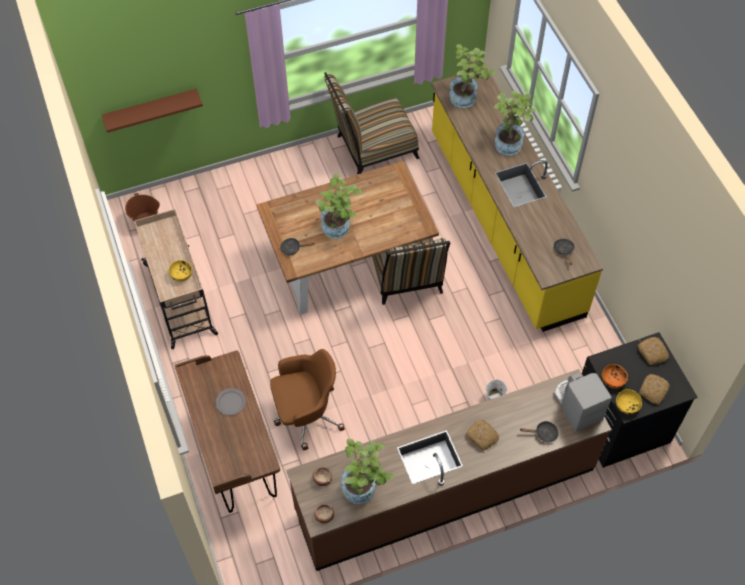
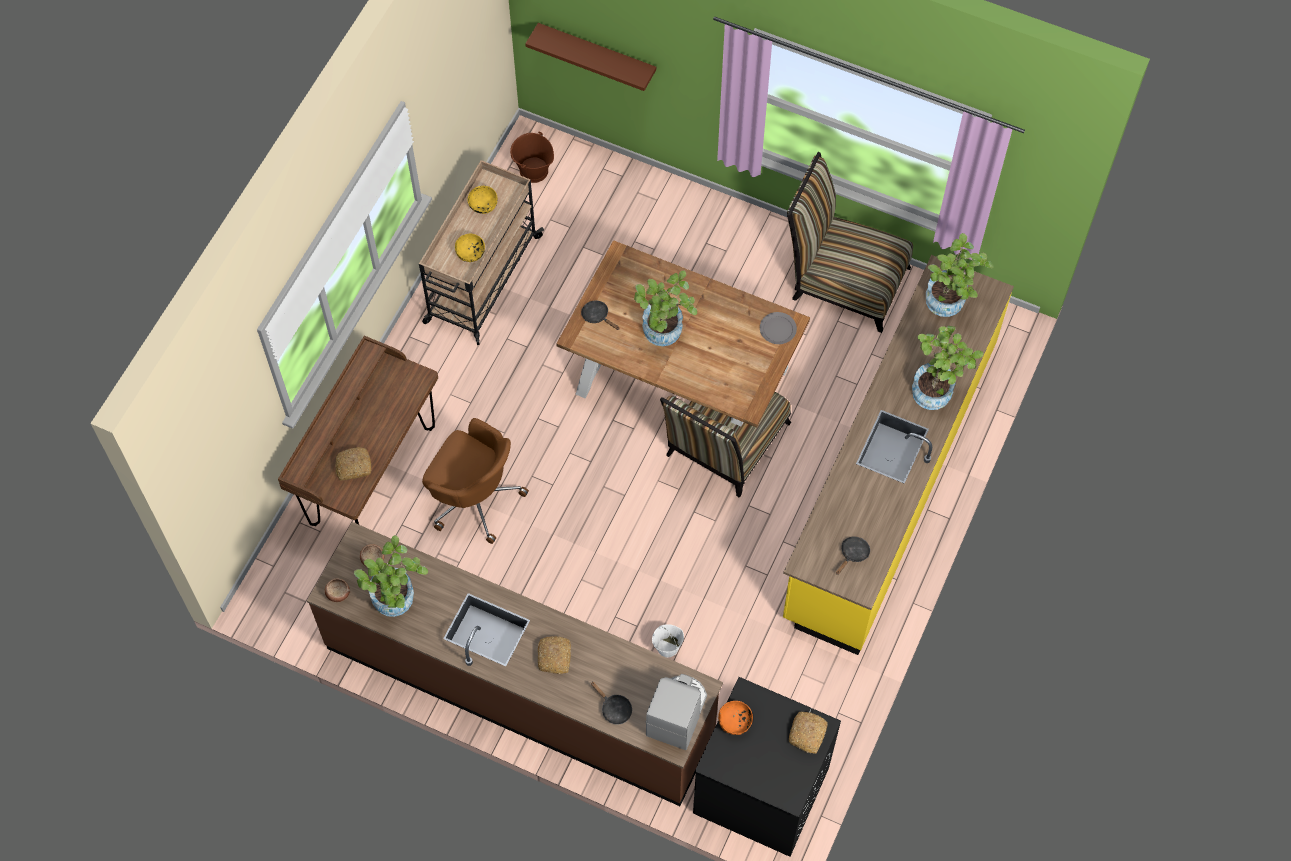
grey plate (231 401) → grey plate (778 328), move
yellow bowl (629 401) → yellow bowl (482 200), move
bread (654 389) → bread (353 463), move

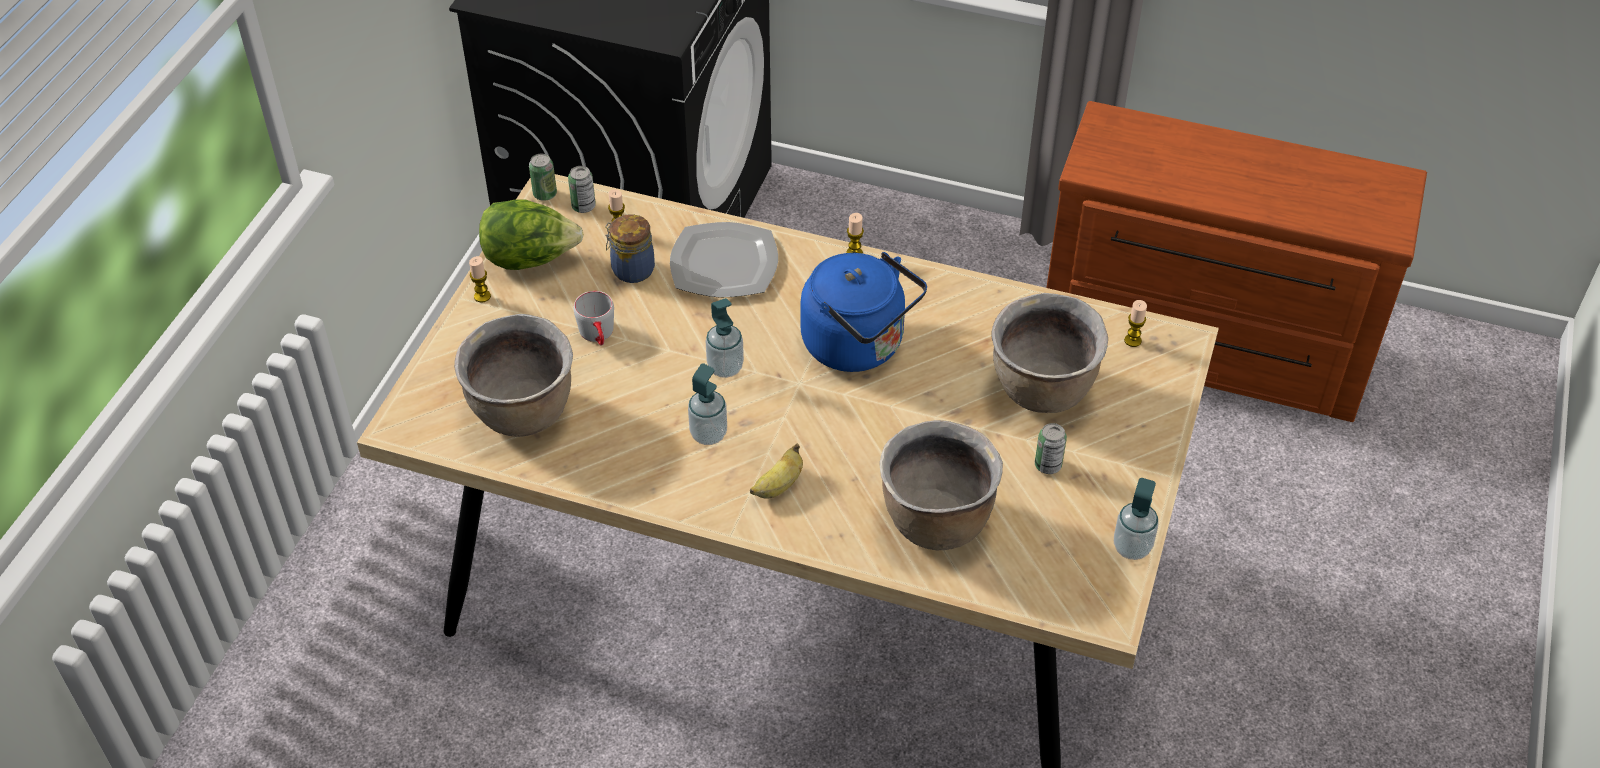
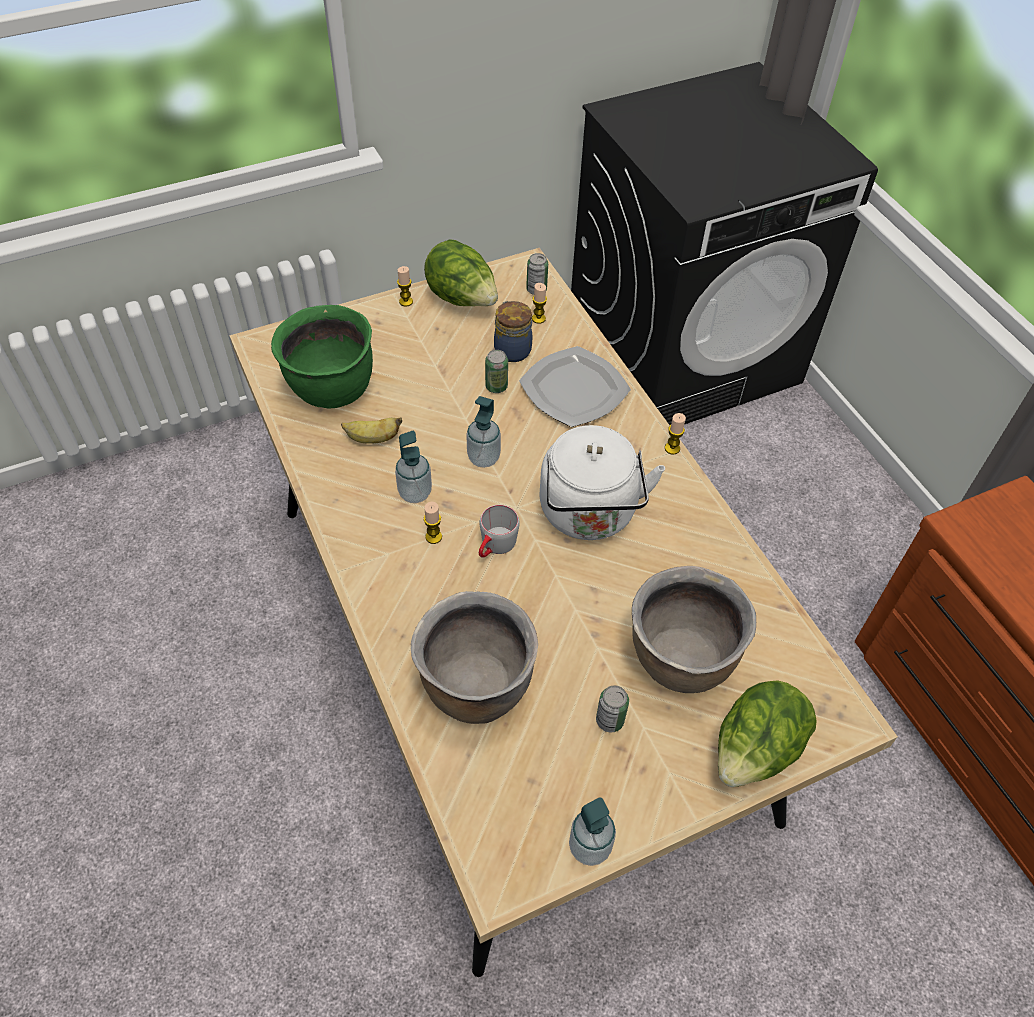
brown cooking pot (513 375) → green cooking pot (322 356)
can (543 177) → can (496 371), move
grey mug (593 318) → grey mug (499 531), move
banana (776 471) → banana (371 430), move
blue kettle (864 312) → white kettle (602 482)
candle (1135 323) → candle (433 523), move
- → lettuce (767 733)

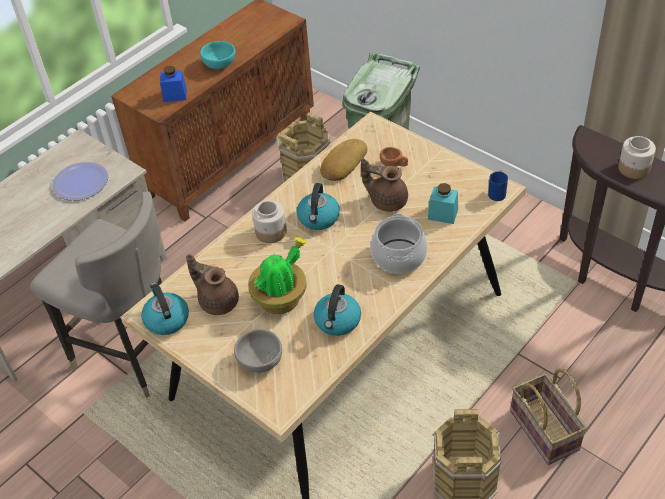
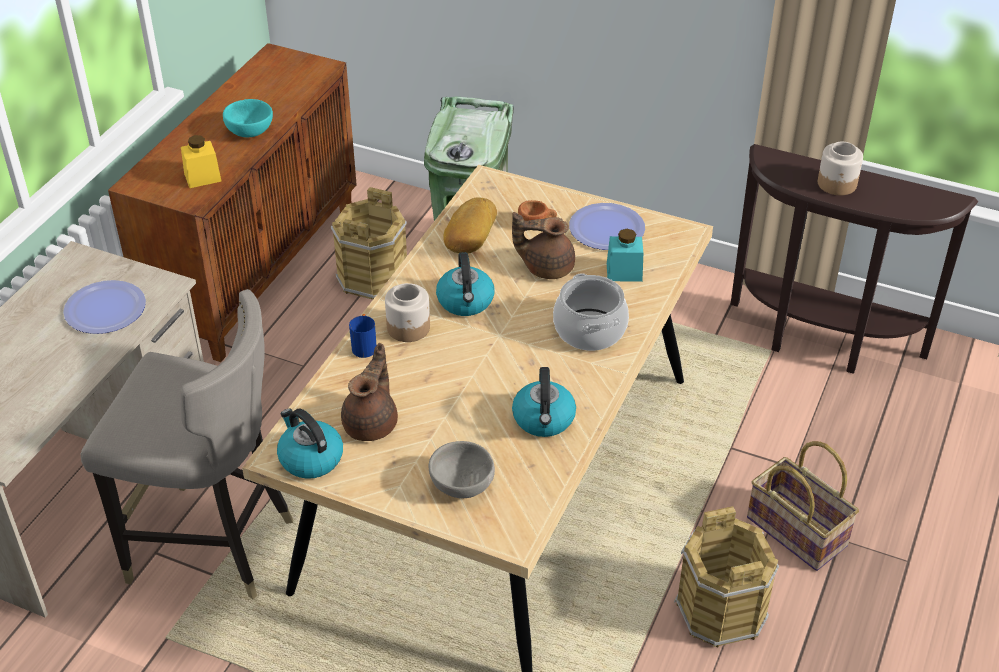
blue jar (173 84) → yellow jar (201 161)
brown teapot (212 284) → brown teapot (369 392), 90 degrees clockwise
potted plant (277 275) → -
blue mug (498 185) → blue mug (363 336), move
- → plate (607 226)

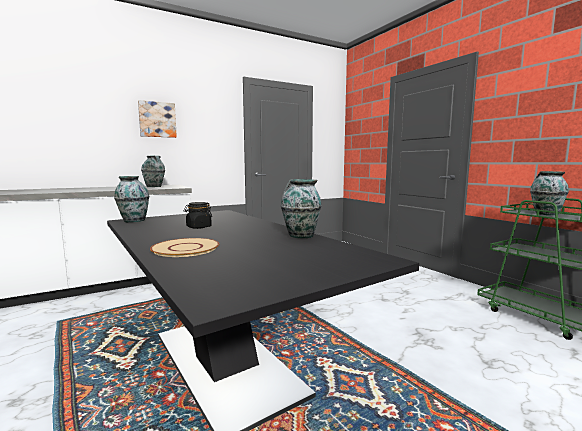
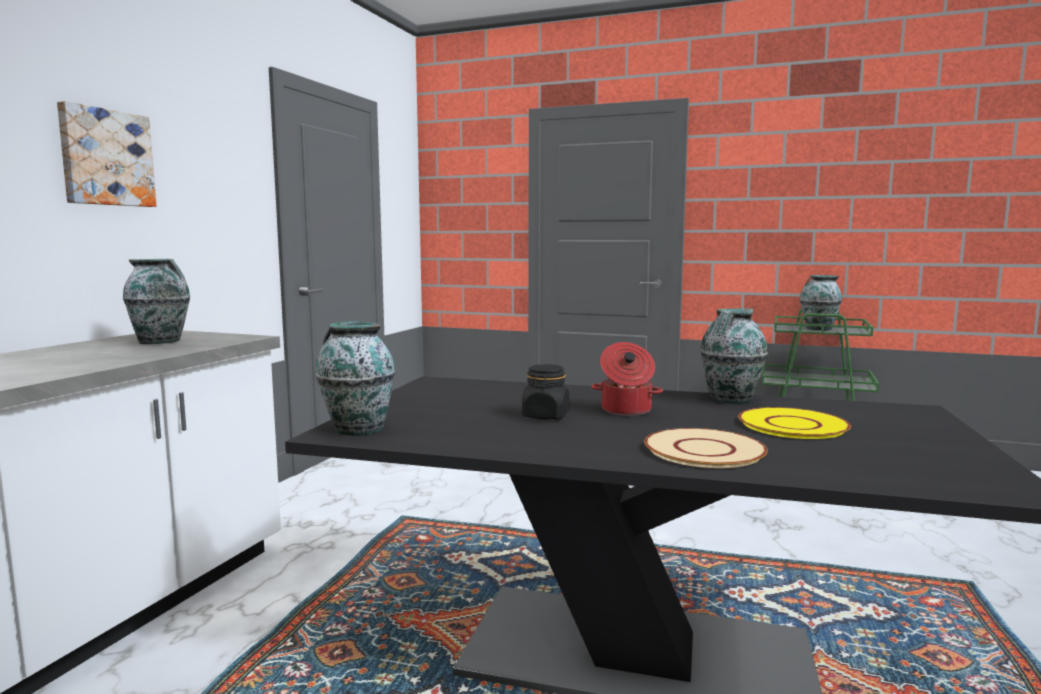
- → cooking pot (627 379)
- → yellow plate (794 423)

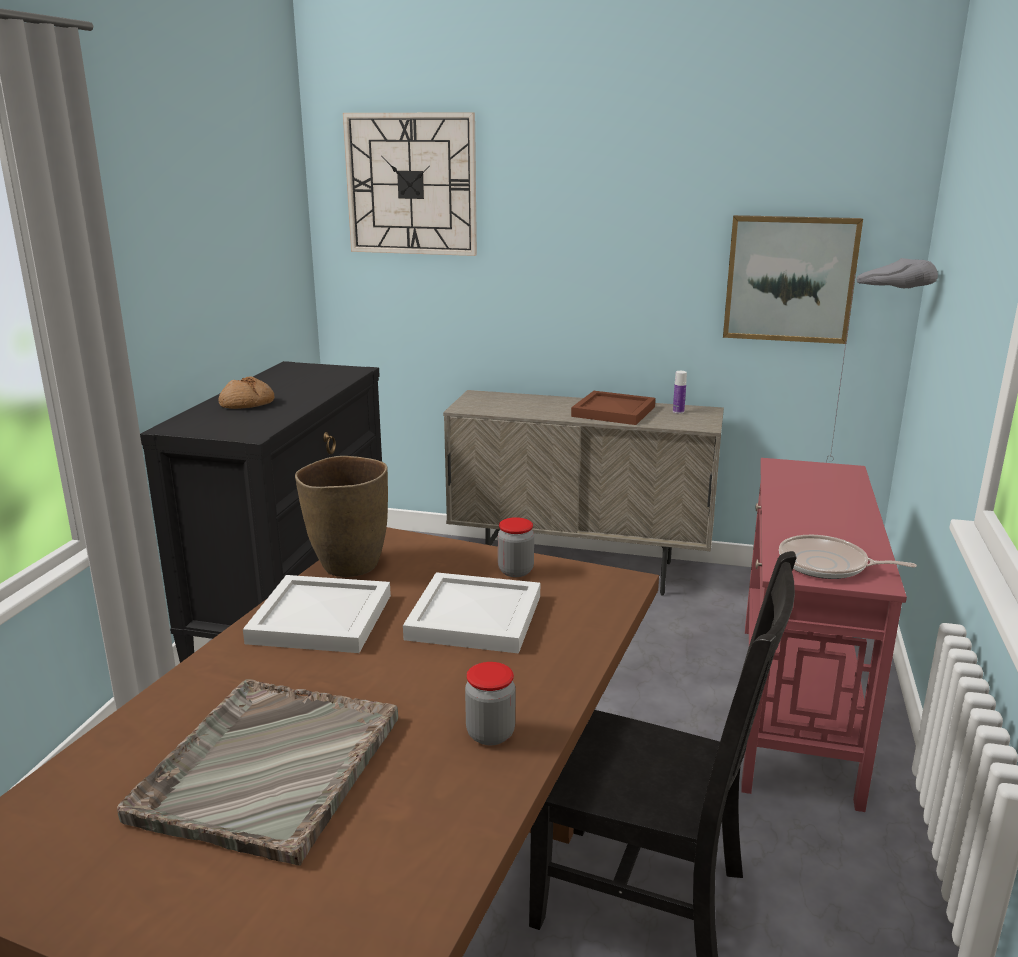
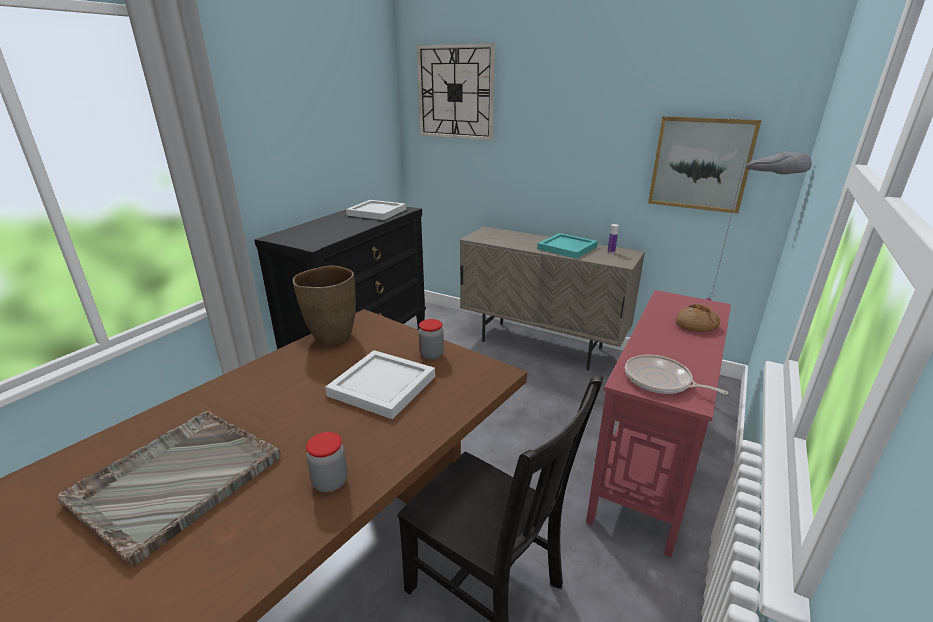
bread (246 393) → bread (697 318), move
white tray (317 614) → white tray (376 210), move
brown tray (613 408) → turquoise tray (567 246)

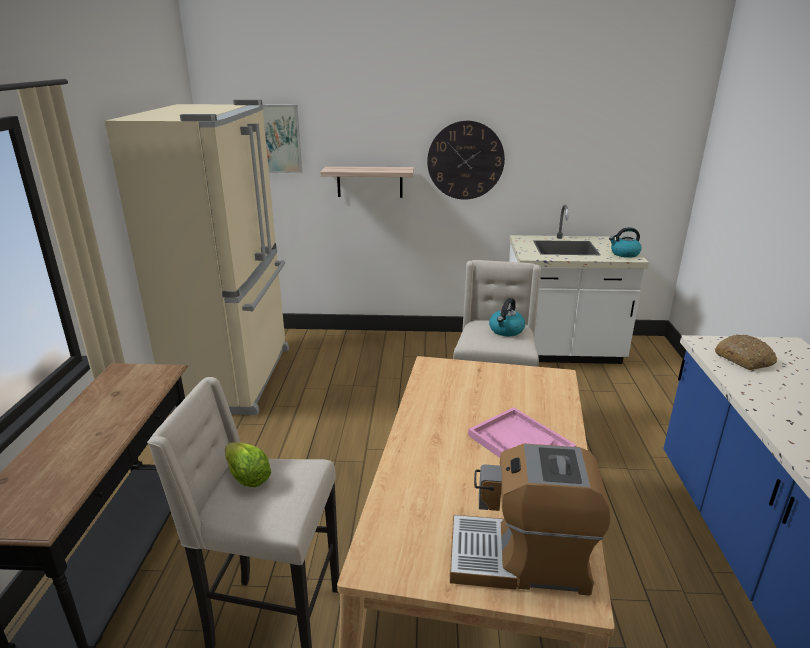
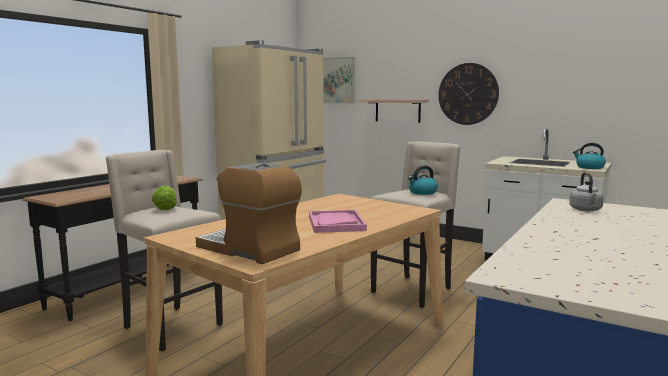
bread (746 352) → grey kettle (586 191)

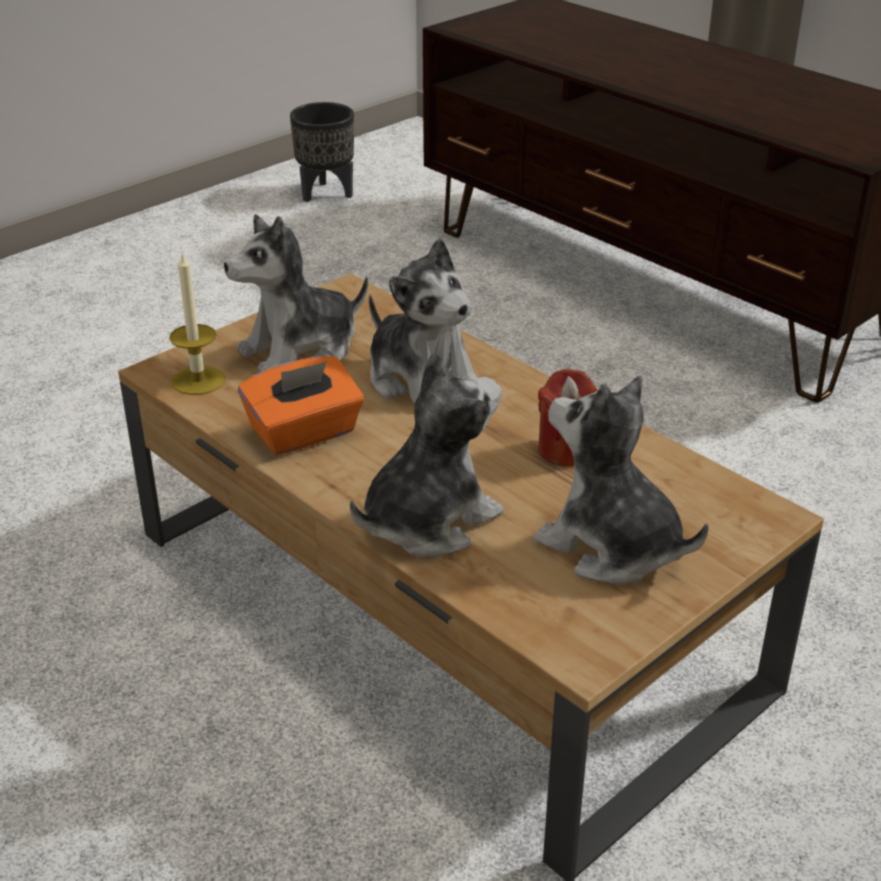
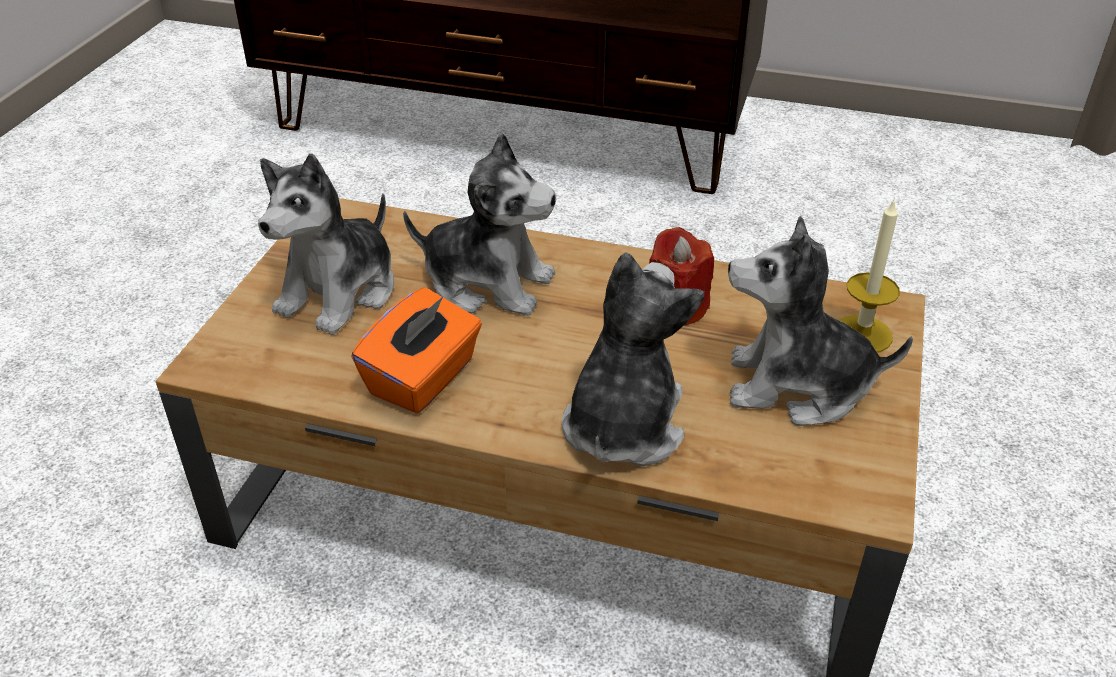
candle (197 323) → candle (869 275), move
black planter (322 152) → -

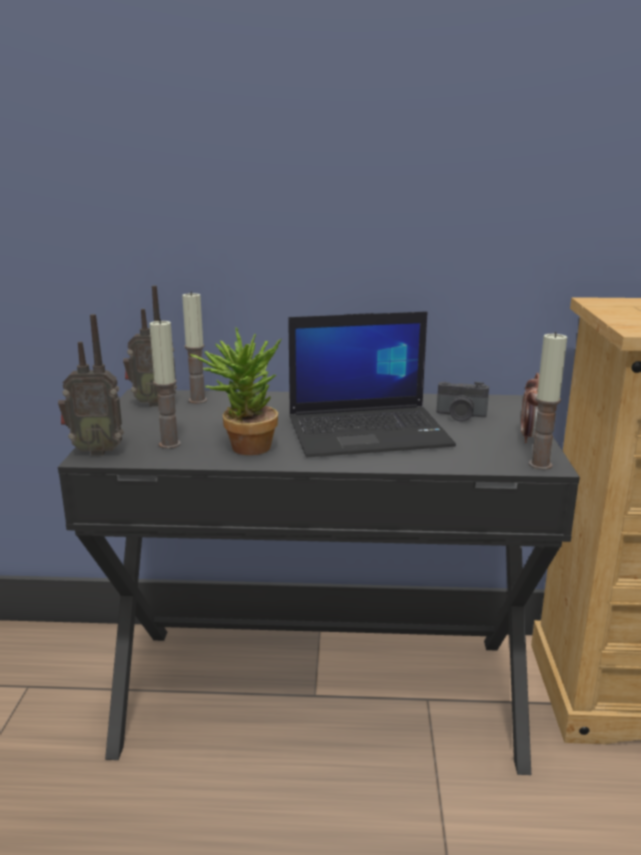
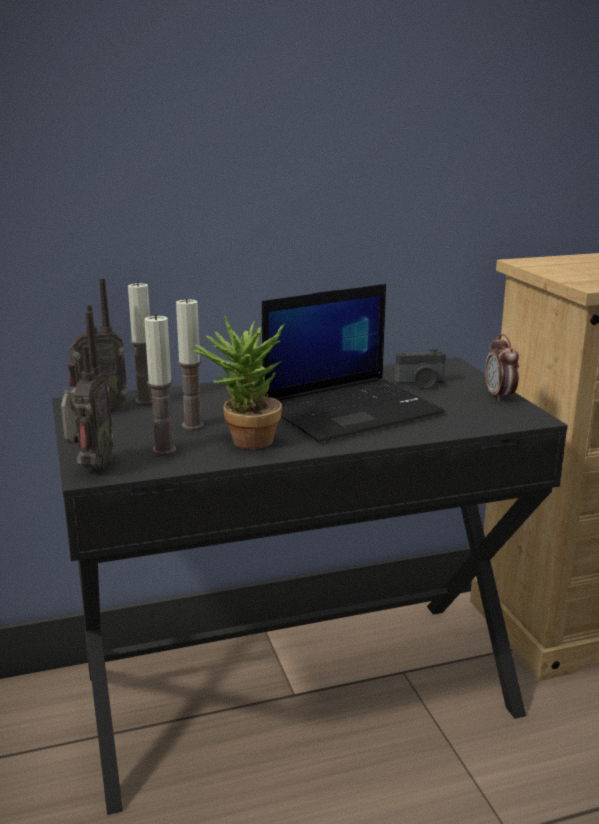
radio (91 385) → radio (87 390), 60 degrees counterclockwise
candle (548 401) → candle (190 364), move

